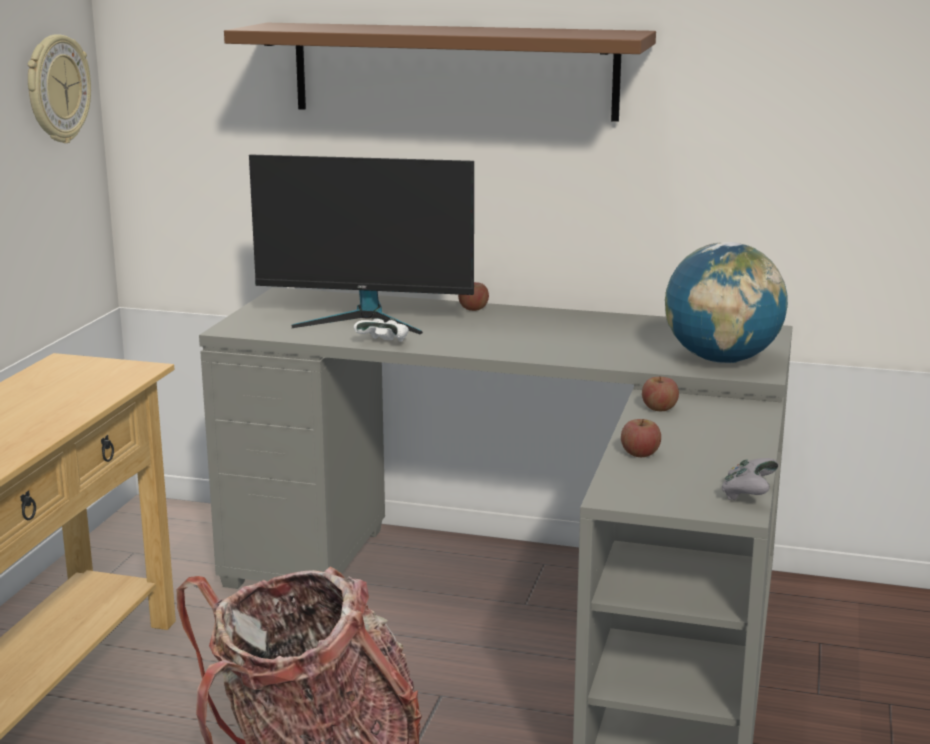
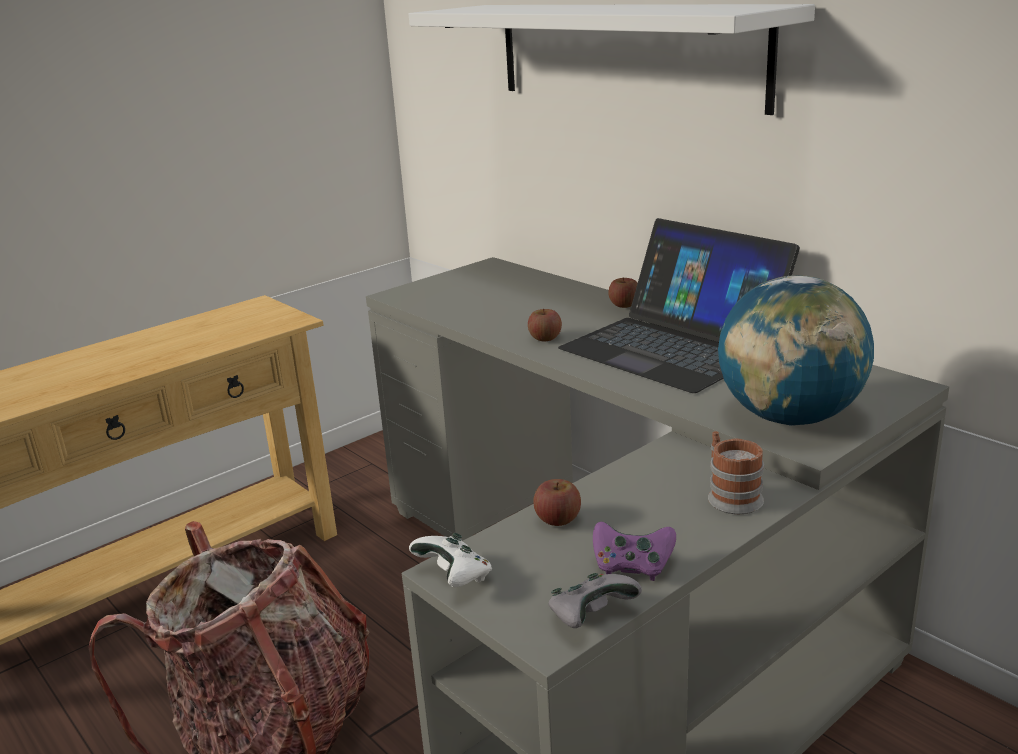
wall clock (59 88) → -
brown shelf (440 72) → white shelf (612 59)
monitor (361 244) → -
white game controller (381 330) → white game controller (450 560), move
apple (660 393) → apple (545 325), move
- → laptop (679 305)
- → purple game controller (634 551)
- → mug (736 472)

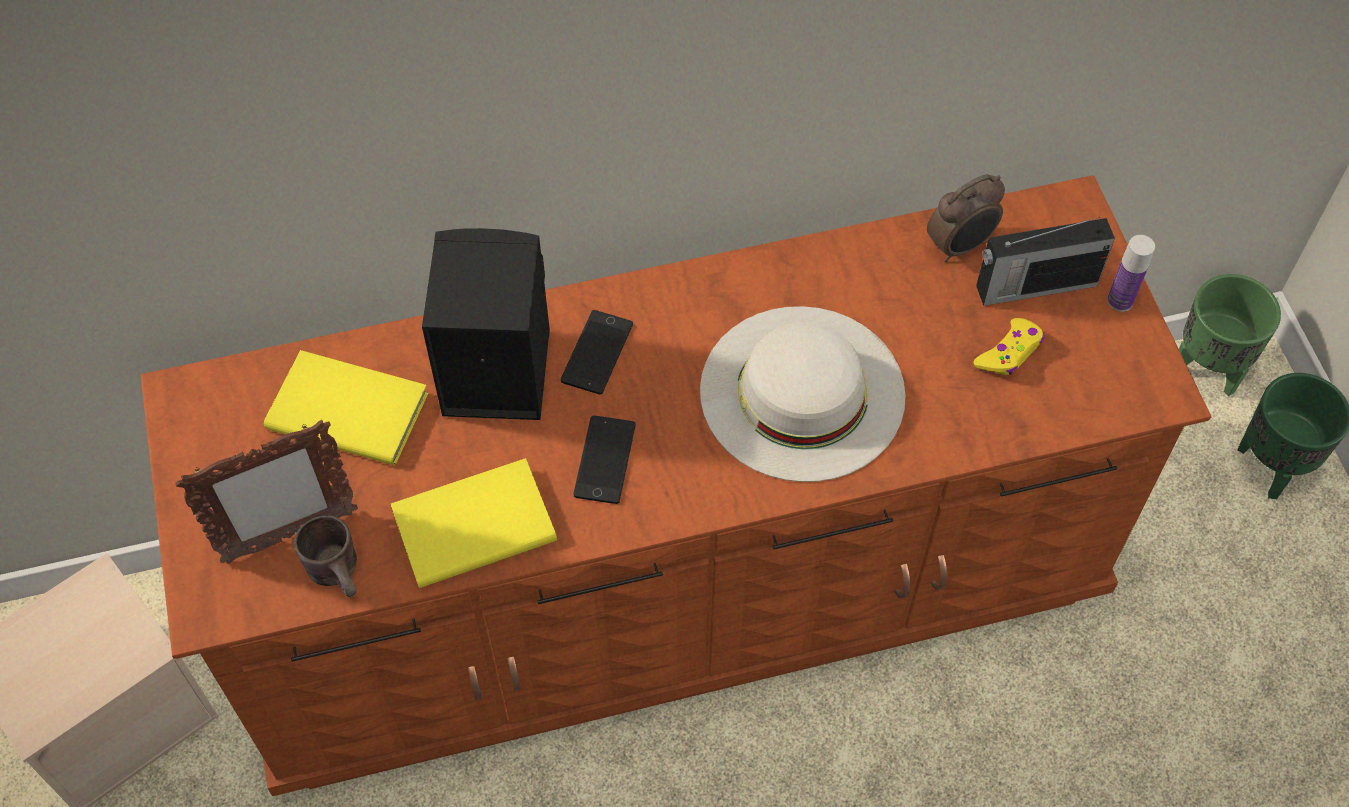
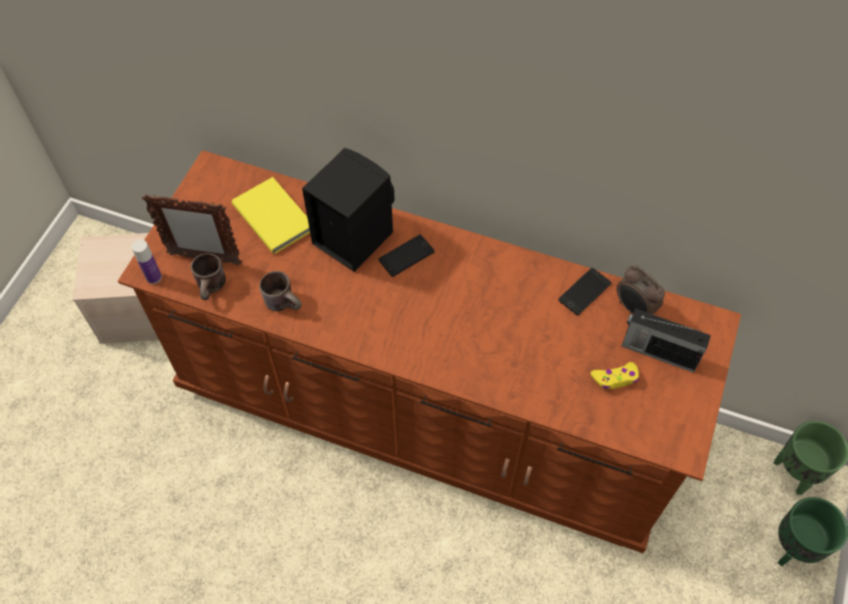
yellow book (473 523) → brown mug (280 291)
phone (604 460) → phone (585 291), move
white hat (802 394) → -
alarm clock (966 218) → alarm clock (640 290), 45 degrees clockwise
bottle (1131 273) → bottle (147 261), move

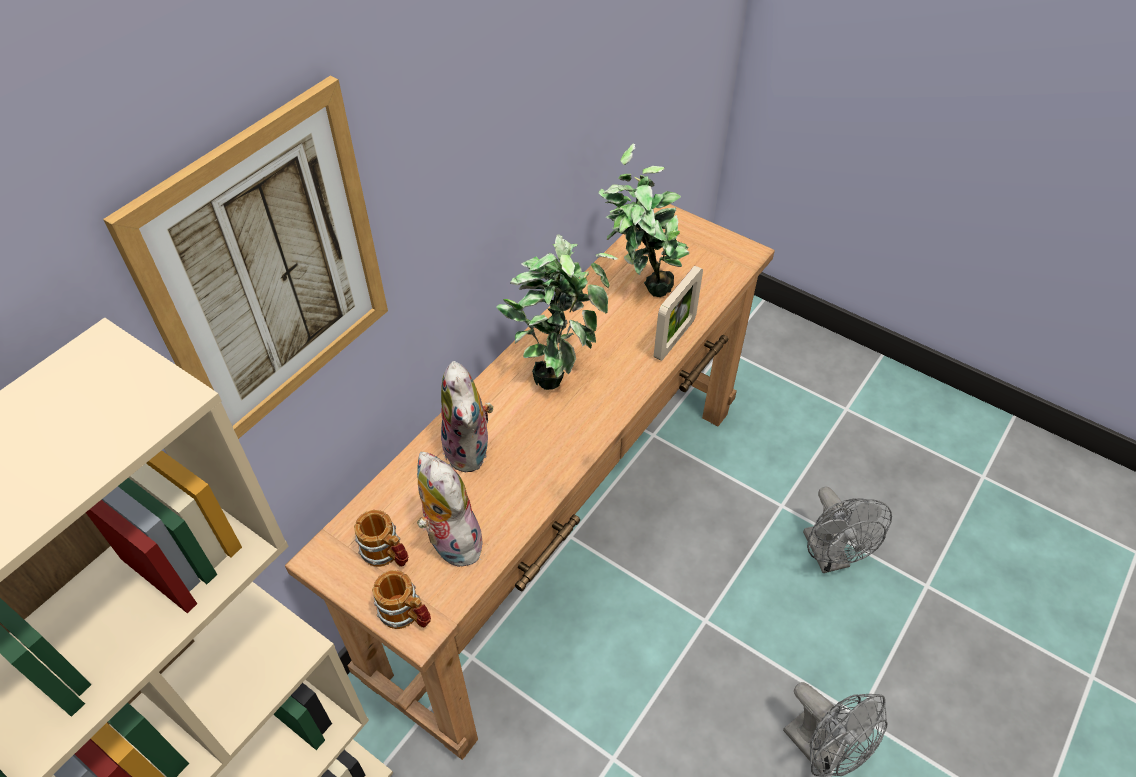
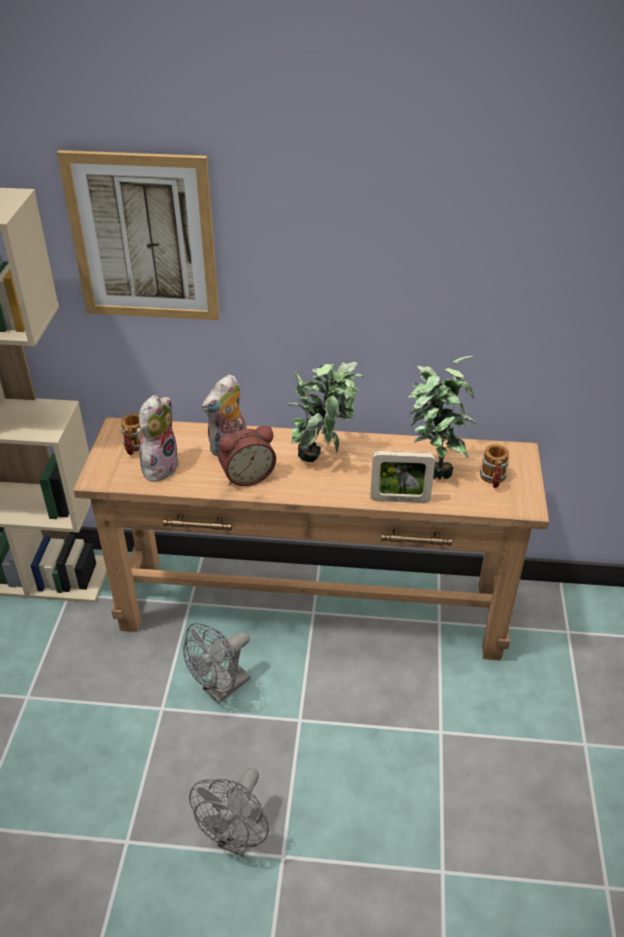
mug (401 599) → mug (494 466), move
grey fan (847 529) → grey fan (216 663), move
- → alarm clock (247 456)

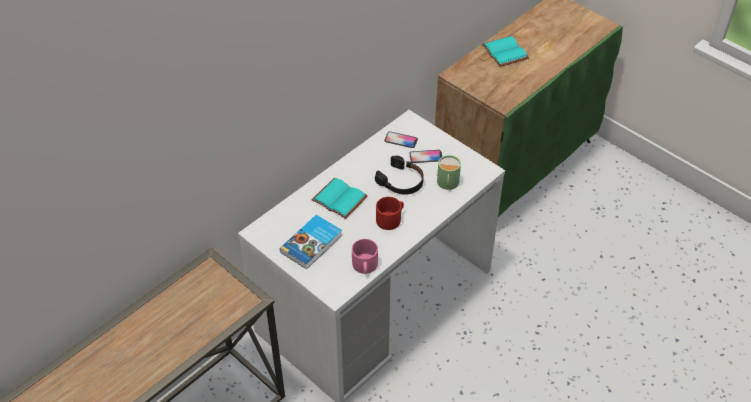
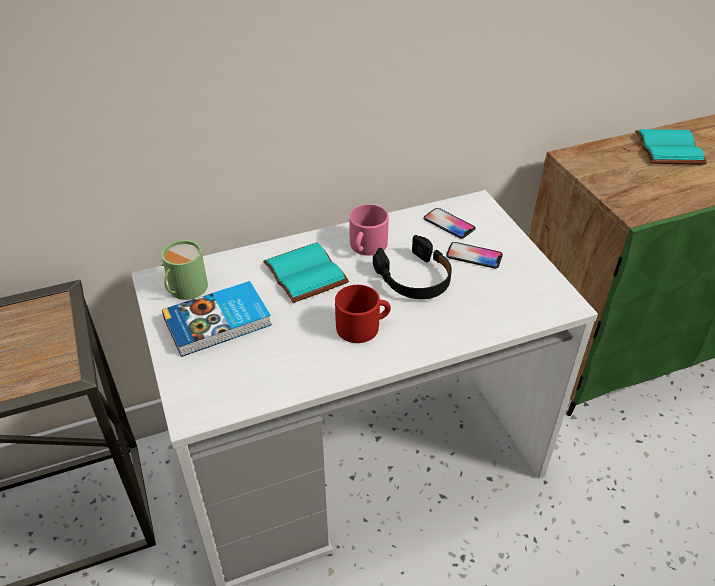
pink mug (365 256) → pink mug (369 230), move
green mug (449 172) → green mug (184 270), move

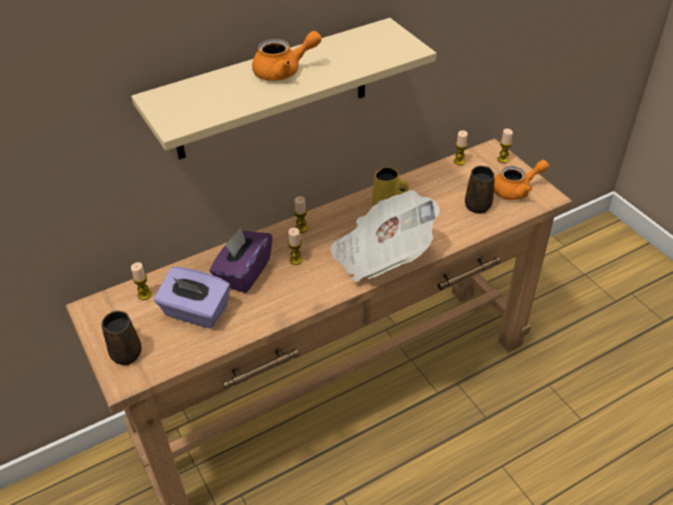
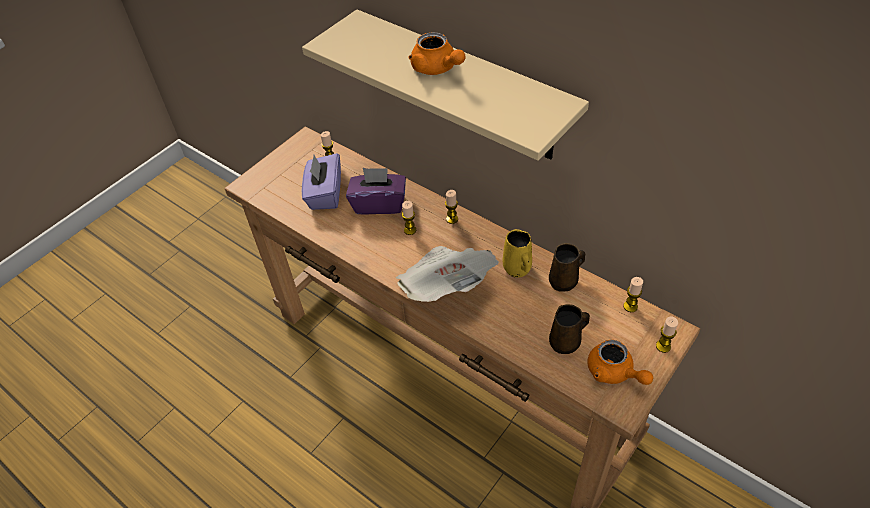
brown mug (121 338) → brown mug (567 267), move

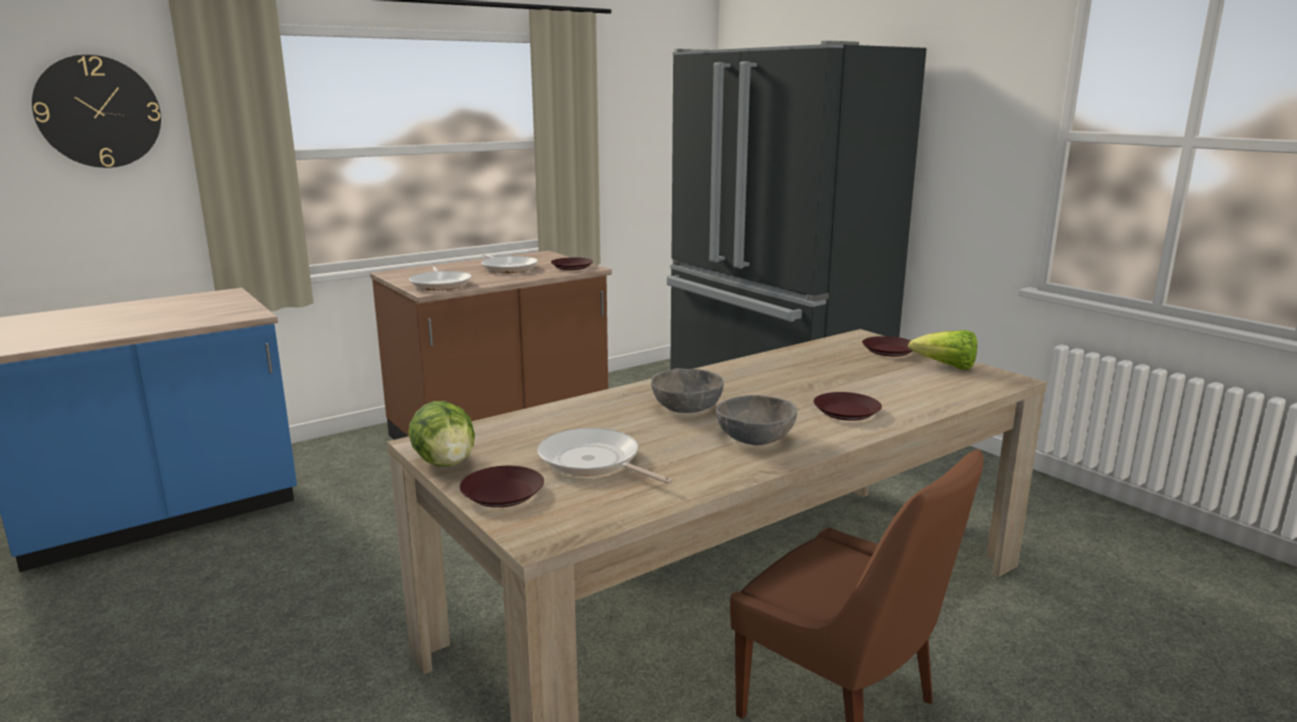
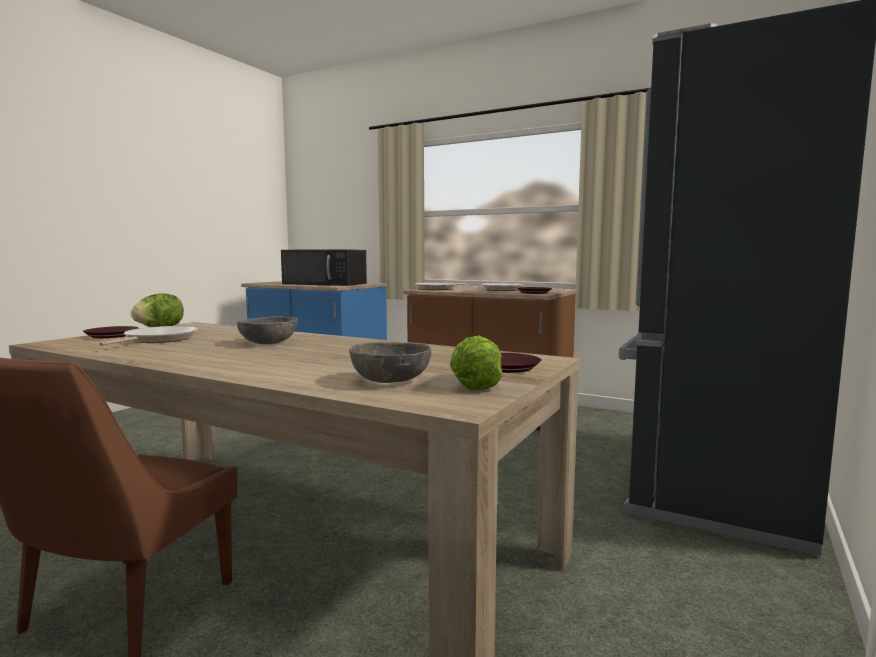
wall clock (96 111) → -
grey bowl (756 420) → grey bowl (390 362), move
brown plate (848 406) → -
- → black microwave (324 267)

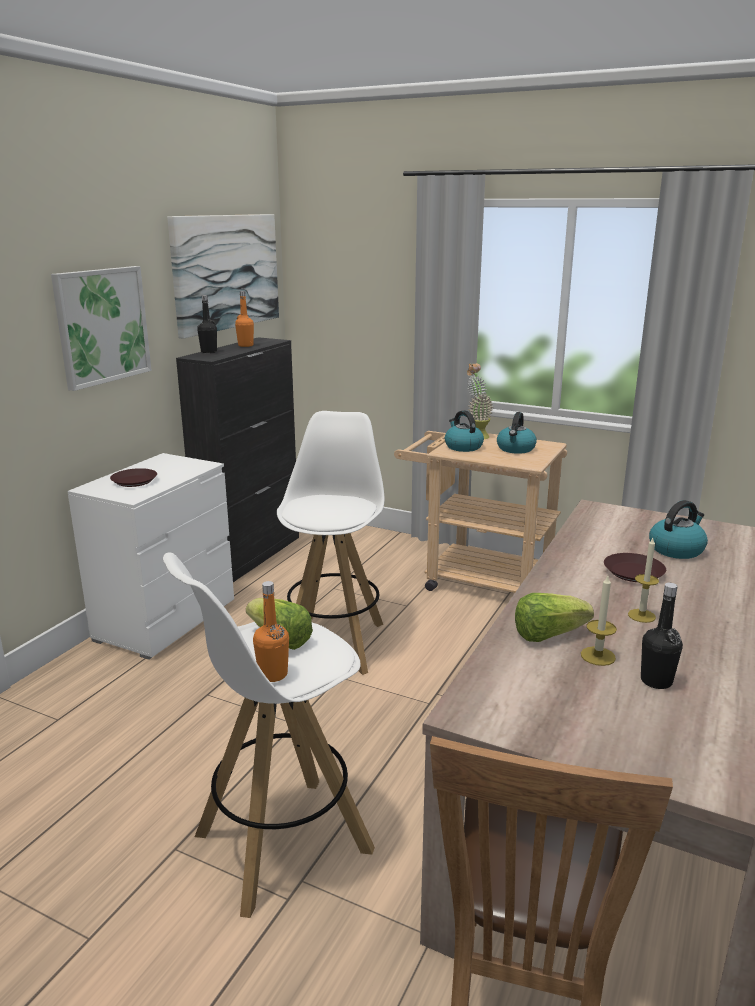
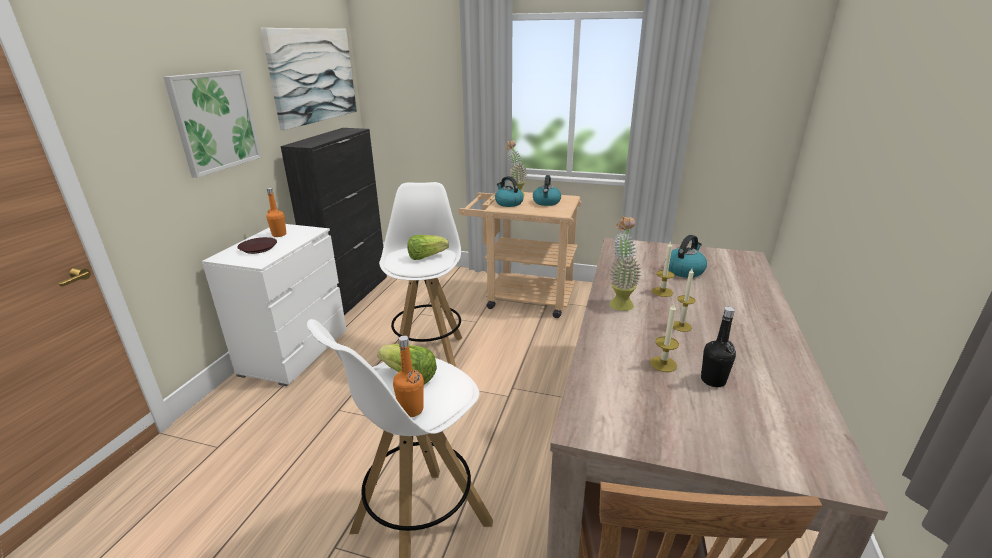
black bottle (207 324) → -
orange bottle (244 319) → orange bottle (276 212), move
lettuce (554 617) → lettuce (428 247), move
brown plate (635 567) → candle (663 269)
- → potted plant (625 263)

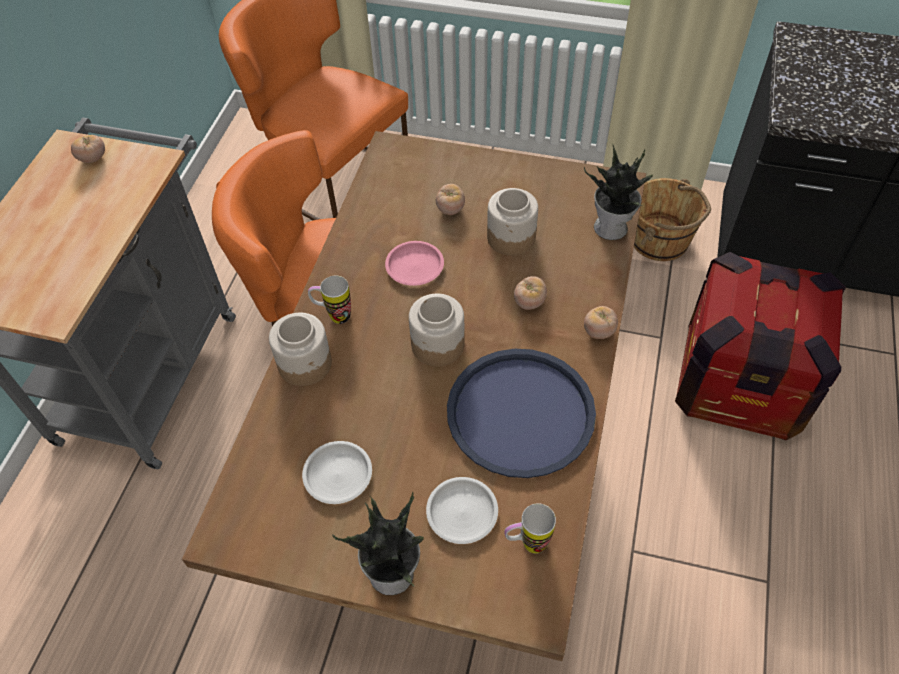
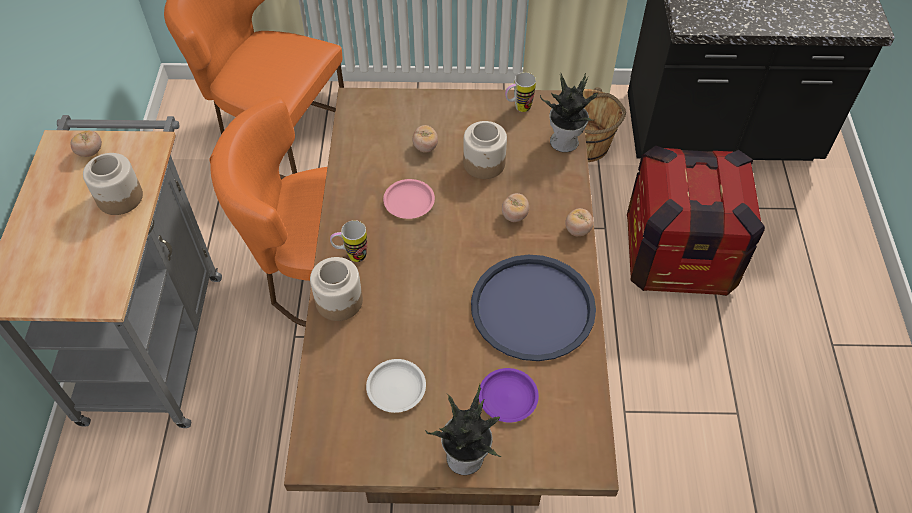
jar (437 330) → jar (113 184), move
white plate (462 510) → purple plate (509 395)
mug (530 528) → mug (520 92), move

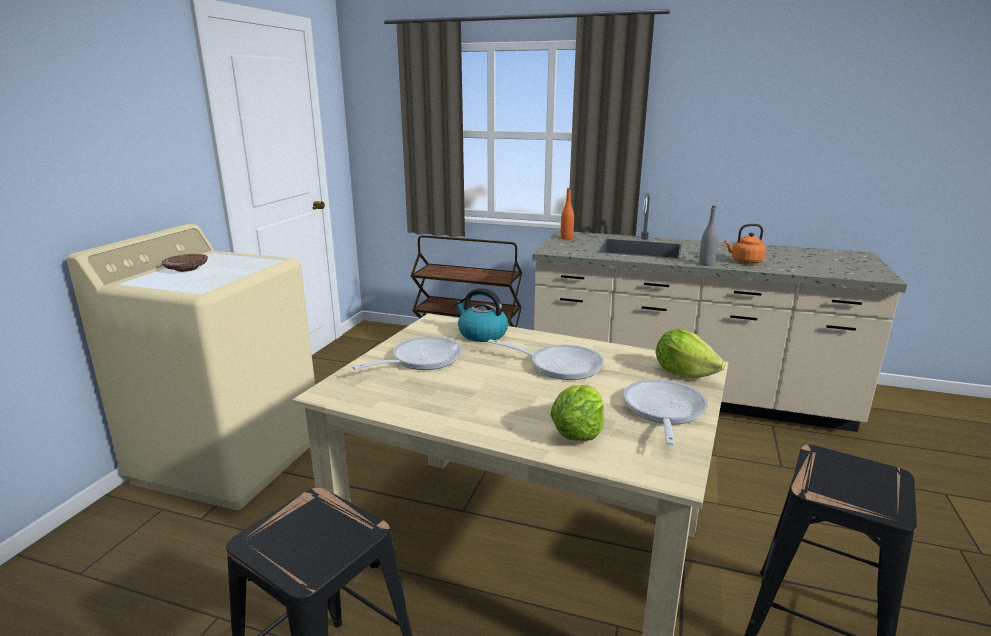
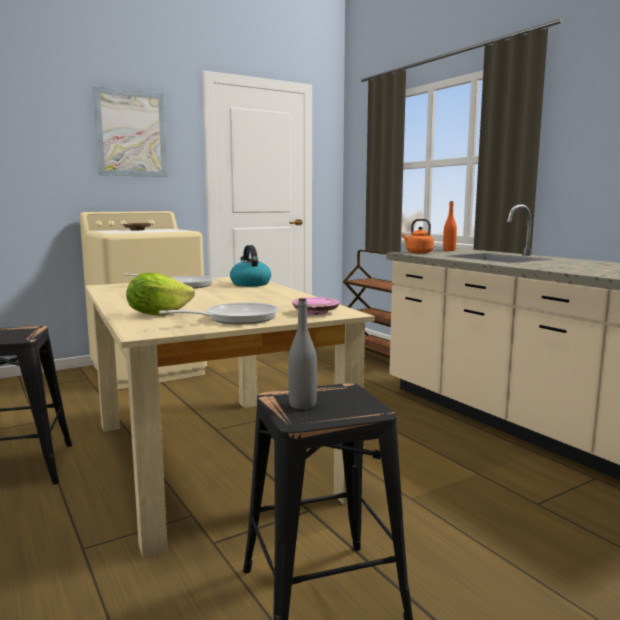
frying pan (546 359) → -
lettuce (690 353) → pink plate (316 306)
grey bottle (708 236) → grey bottle (302 353), move
orange kettle (745 244) → orange kettle (418 236), move
- → picture (130 131)

